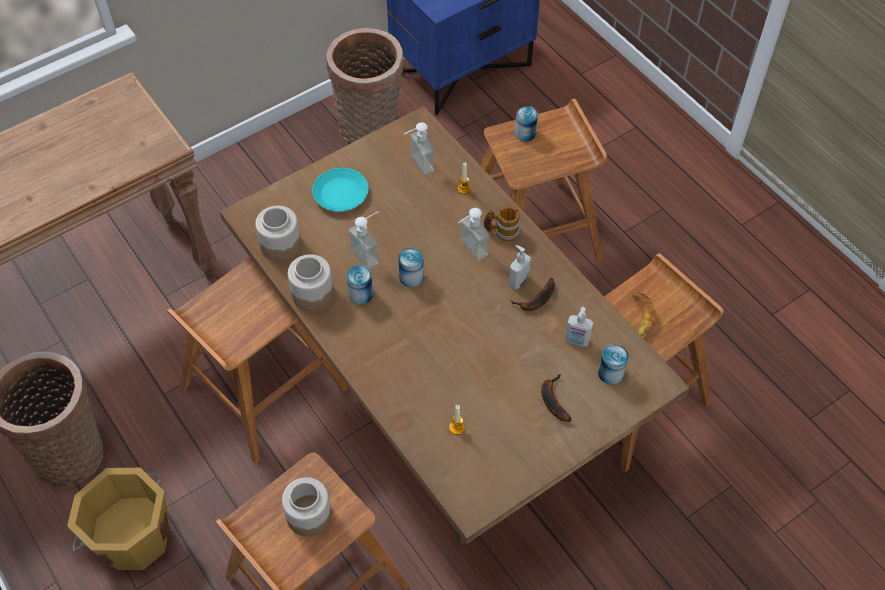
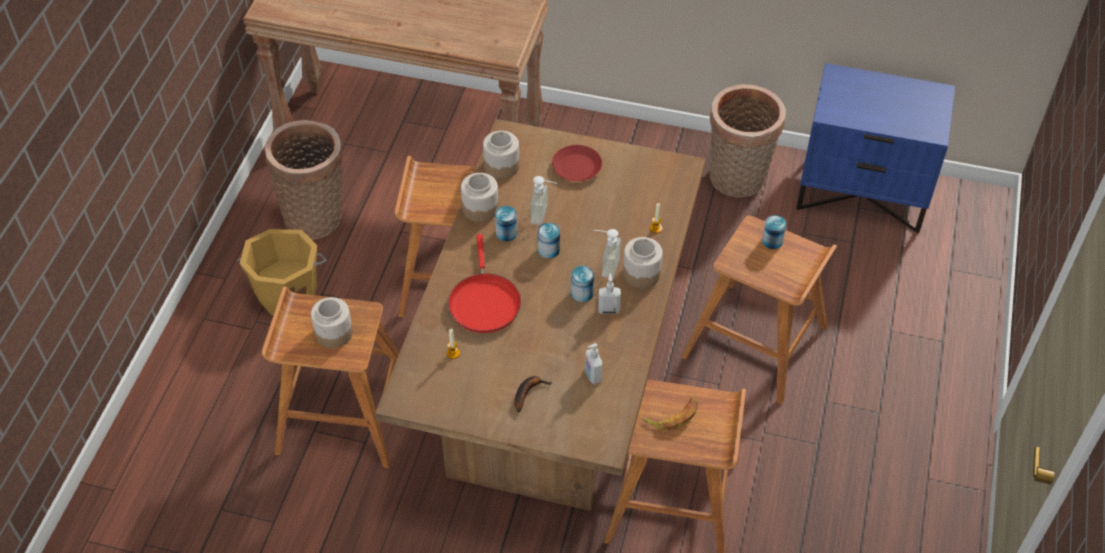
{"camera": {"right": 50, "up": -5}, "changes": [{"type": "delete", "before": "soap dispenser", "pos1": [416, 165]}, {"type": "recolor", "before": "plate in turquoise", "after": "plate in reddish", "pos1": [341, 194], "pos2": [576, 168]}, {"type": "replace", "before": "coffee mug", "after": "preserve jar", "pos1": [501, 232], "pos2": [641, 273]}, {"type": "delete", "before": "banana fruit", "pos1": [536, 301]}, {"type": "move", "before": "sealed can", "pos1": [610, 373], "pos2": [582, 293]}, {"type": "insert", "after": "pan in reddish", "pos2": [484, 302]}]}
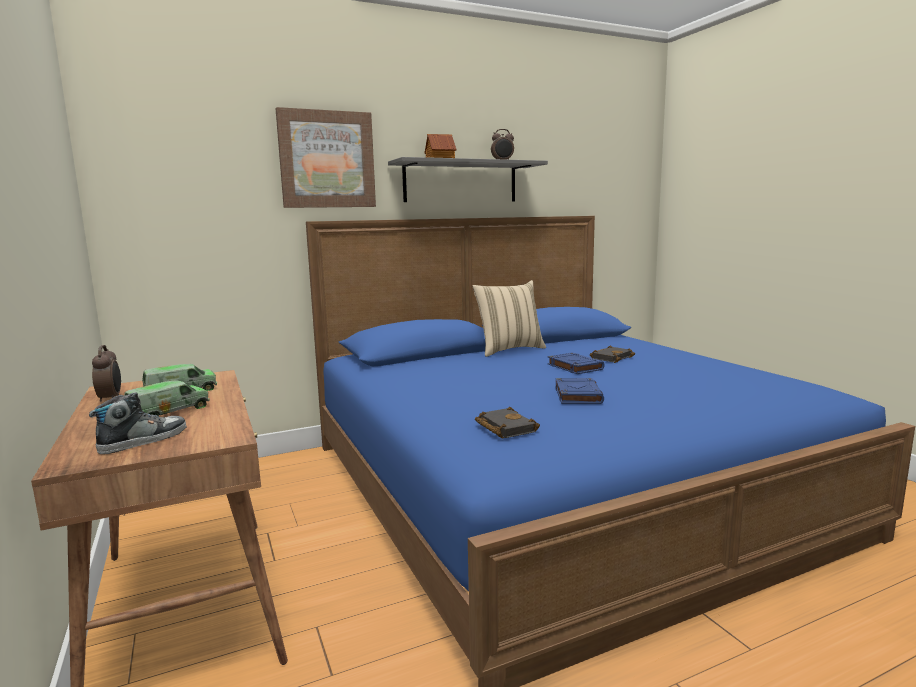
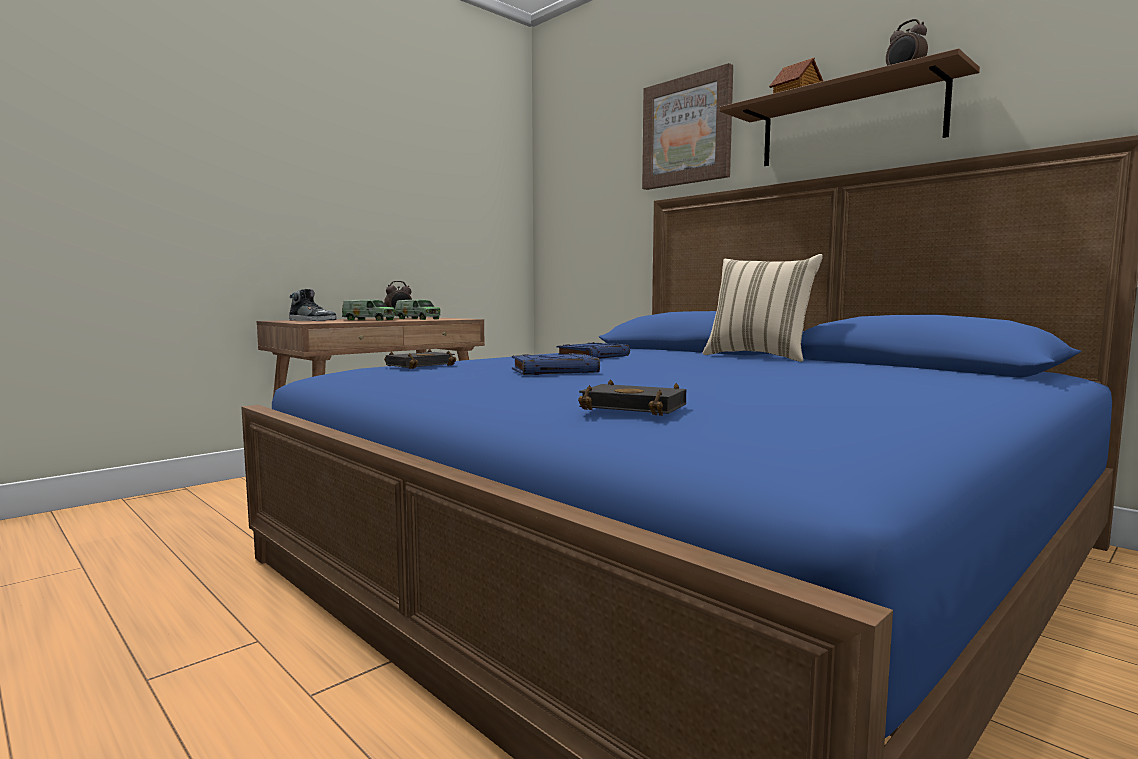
{"camera": {"right": 70, "up": -5}, "changes": [{"type": "recolor", "before": "bracket shelf in gray", "after": "bracket shelf in brown-coloured", "pos1": [461, 182], "pos2": [849, 124]}, {"type": "move", "before": "volume in black", "pos1": [611, 357], "pos2": [637, 407]}, {"type": "move", "before": "volume in blue-coloured", "pos1": [574, 367], "pos2": [593, 356]}]}
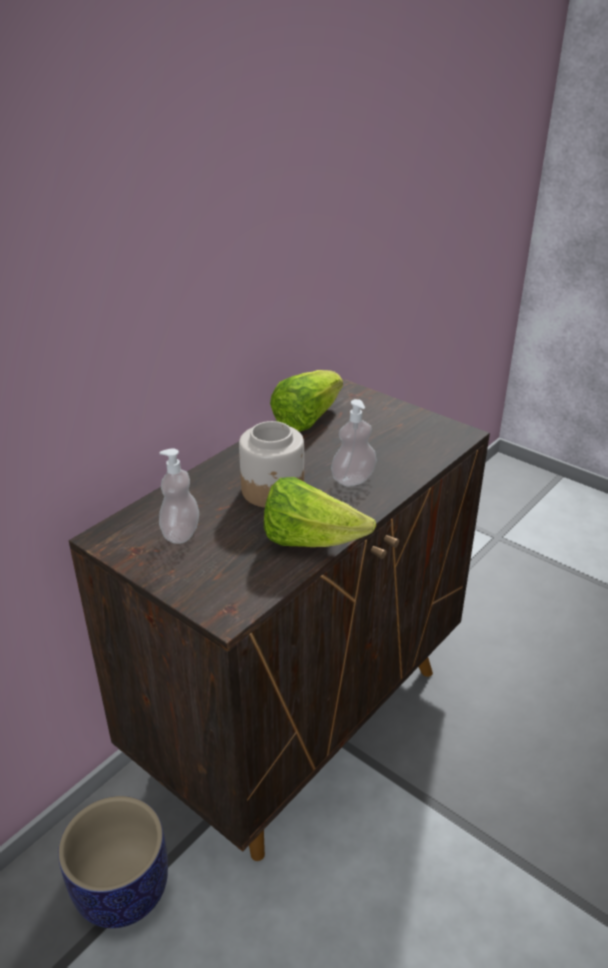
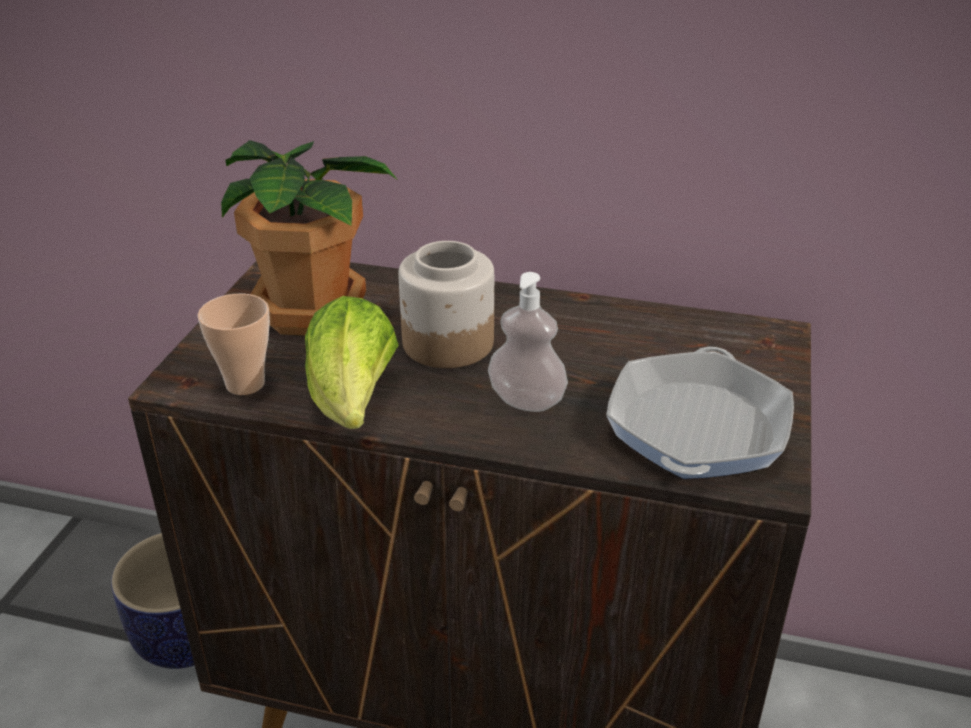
{"camera": {"right": 65, "up": 0}, "changes": [{"type": "delete", "before": "lettuce head", "pos1": [306, 419]}, {"type": "replace", "before": "soap dispenser", "after": "potted plant", "pos1": [181, 533], "pos2": [313, 308]}, {"type": "insert", "after": "cup", "pos2": [245, 384]}, {"type": "insert", "after": "pan", "pos2": [697, 427]}]}
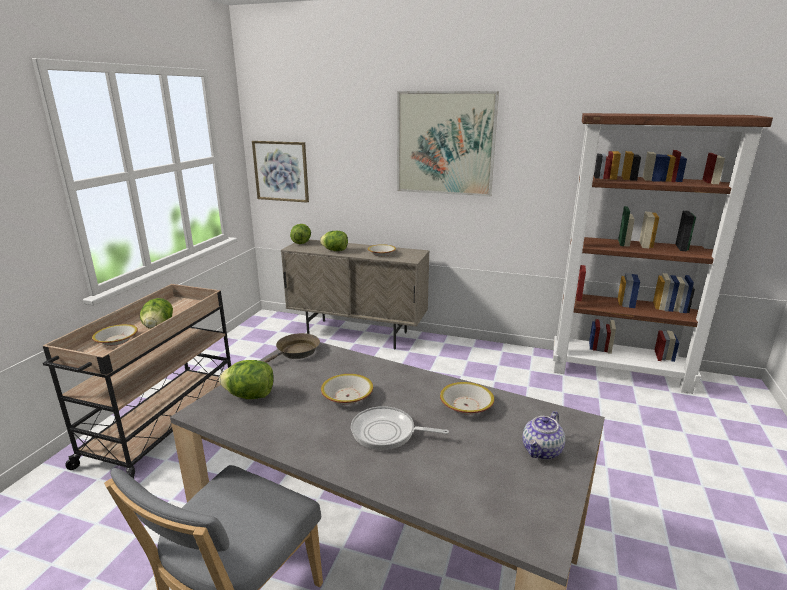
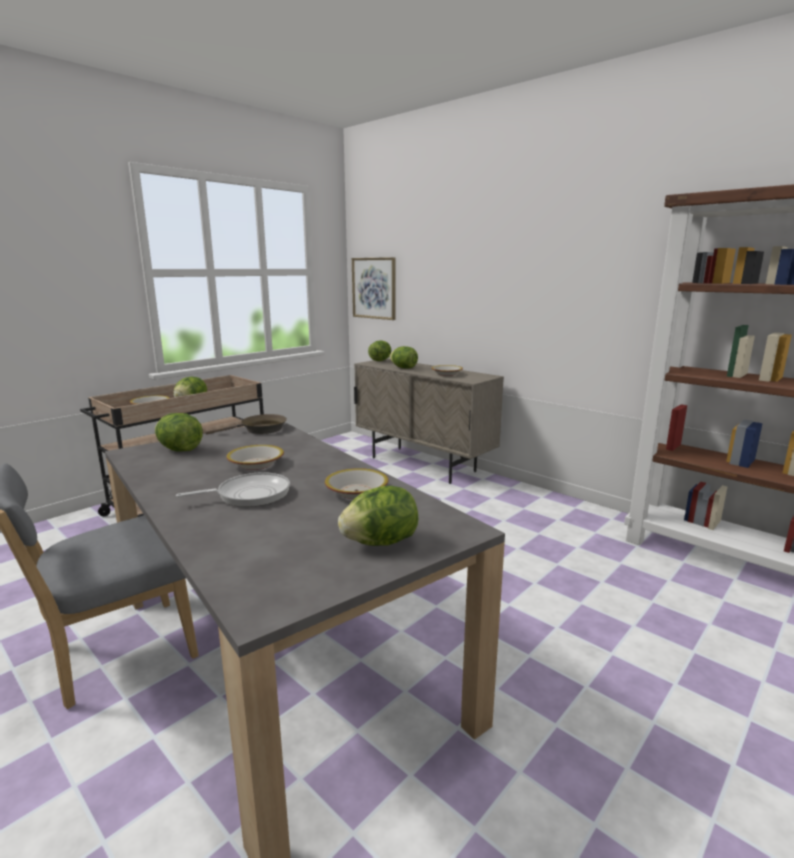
{"camera": {"right": 25, "up": -5}, "changes": [{"type": "delete", "before": "wall art", "pos1": [445, 143]}, {"type": "rotate", "before": "pan", "pos1": [387, 433], "pos2": [249, 495], "turn": 120}, {"type": "replace", "before": "pot for tea", "after": "lettuce head", "pos1": [542, 451], "pos2": [380, 542]}]}
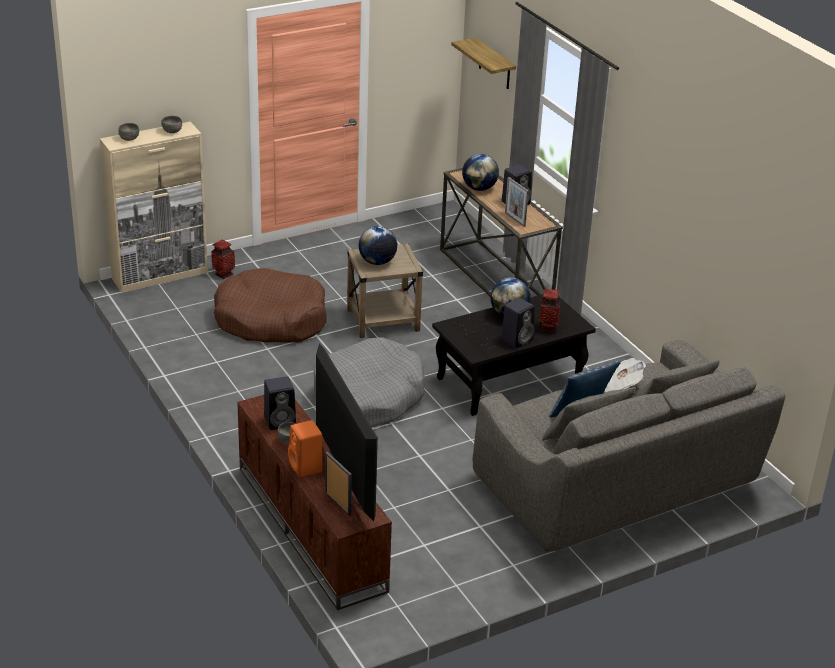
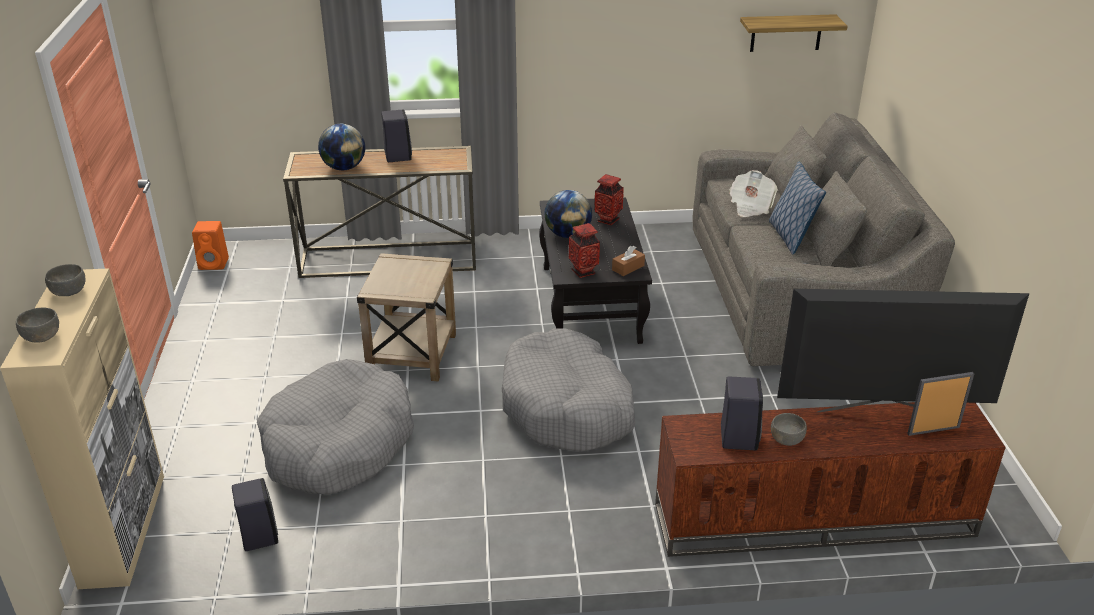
{"camera": {"right": -65, "up": 0}, "changes": [{"type": "move", "before": "bracket shelf", "pos1": [494, 64], "pos2": [786, 33]}, {"type": "delete", "before": "picture frame", "pos1": [515, 219]}, {"type": "delete", "before": "desk globe", "pos1": [377, 262]}, {"type": "move", "before": "decorative vase", "pos1": [223, 274], "pos2": [583, 272]}, {"type": "recolor", "before": "pet bed in brown-coloured", "after": "pet bed in gray", "pos1": [271, 320], "pos2": [338, 444]}, {"type": "move", "before": "audio speaker in black", "pos1": [517, 339], "pos2": [258, 535]}, {"type": "move", "before": "audio speaker in orange", "pos1": [306, 467], "pos2": [215, 263]}, {"type": "insert", "after": "tissue holder in brown-coloured", "pos2": [628, 268]}]}
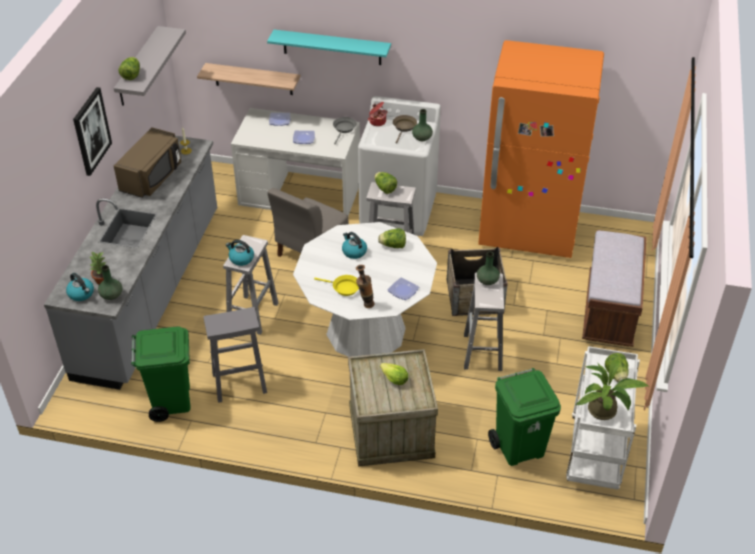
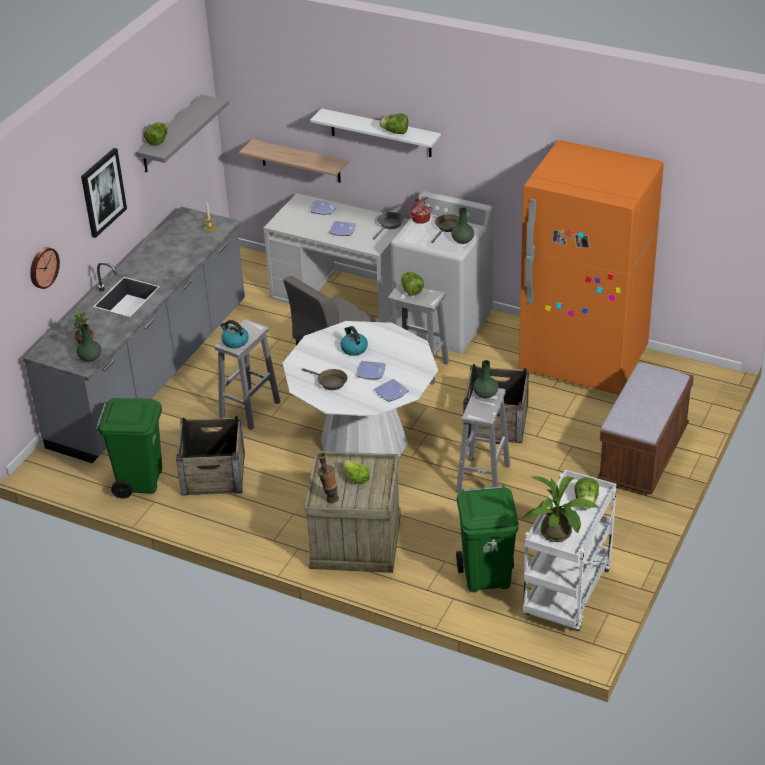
{"camera": {"right": 15, "up": -5}, "changes": [{"type": "recolor", "before": "bracket shelf in turquoise", "after": "bracket shelf in white", "pos1": [332, 47], "pos2": [380, 133]}, {"type": "delete", "before": "microwave in brown-coloured", "pos1": [152, 177]}, {"type": "move", "before": "lettuce head", "pos1": [393, 246], "pos2": [395, 132]}, {"type": "move", "before": "decorative vase", "pos1": [365, 304], "pos2": [329, 498]}, {"type": "delete", "before": "water kettle", "pos1": [81, 294]}, {"type": "recolor", "before": "pan in yellow", "after": "pan in brown-coloured", "pos1": [344, 288], "pos2": [330, 382]}, {"type": "replace", "before": "sitting stool in gray", "after": "crate", "pos1": [238, 383], "pos2": [213, 474]}, {"type": "insert", "after": "clock on the wall", "pos2": [42, 267]}, {"type": "insert", "after": "plate", "pos2": [370, 371]}]}
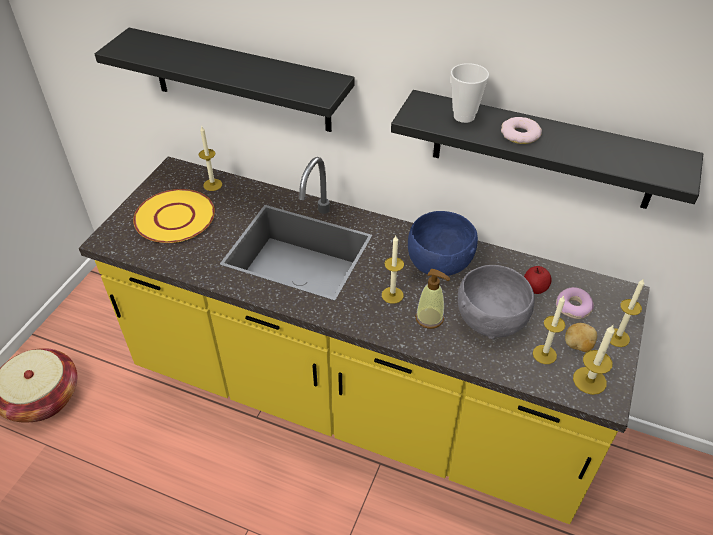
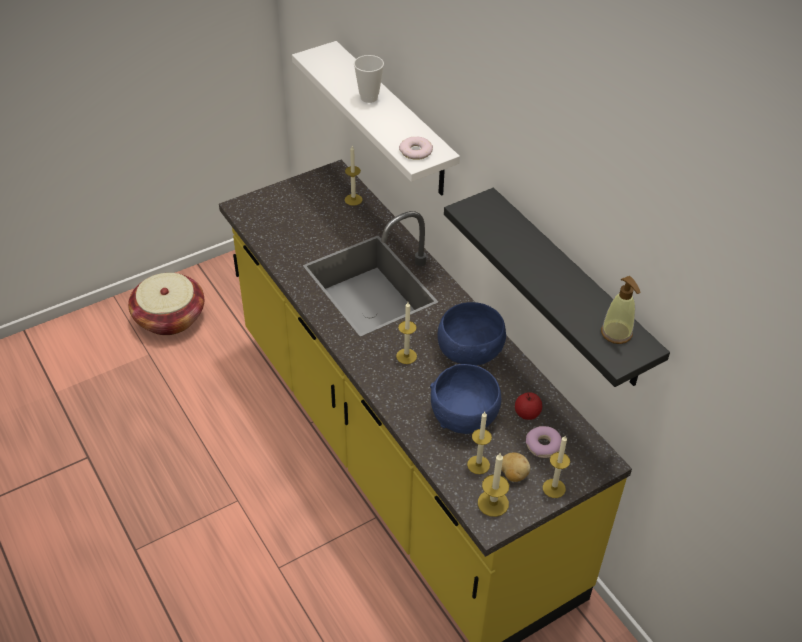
{"camera": {"right": 35, "up": 0}, "changes": [{"type": "recolor", "before": "bracket shelf in black", "after": "bracket shelf in white", "pos1": [240, 81], "pos2": [393, 120]}, {"type": "move", "before": "cup", "pos1": [464, 116], "pos2": [369, 97]}, {"type": "move", "before": "doughnut", "pos1": [520, 134], "pos2": [415, 151]}, {"type": "delete", "before": "plate in yellow", "pos1": [175, 217]}, {"type": "recolor", "before": "deep dish in gray", "after": "deep dish in blue-coloured", "pos1": [490, 319], "pos2": [464, 415]}, {"type": "move", "before": "soap dispenser", "pos1": [429, 318], "pos2": [616, 333]}]}
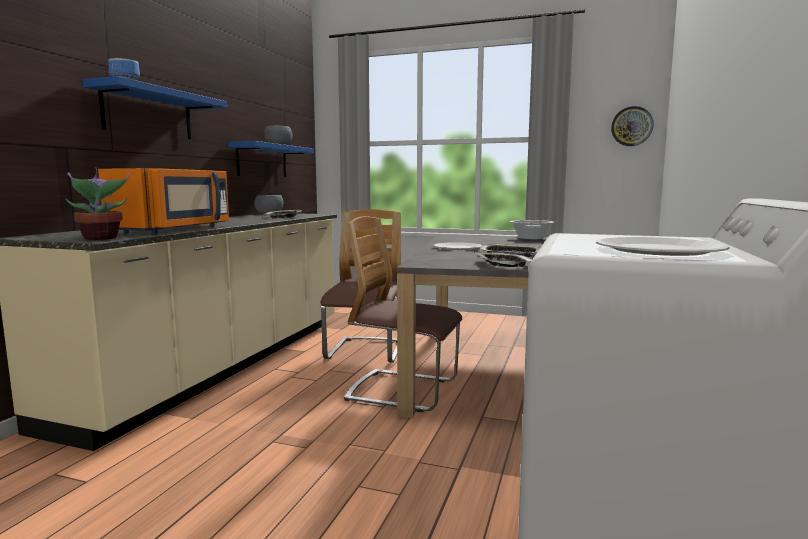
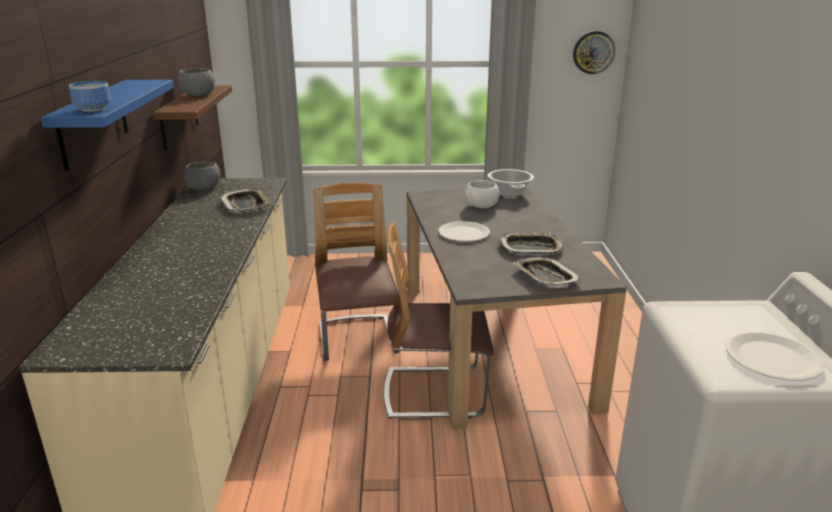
{"camera": {"right": -20, "up": 15}, "changes": [{"type": "recolor", "before": "bracket shelf in blue-coloured", "after": "bracket shelf in brown-coloured", "pos1": [262, 161], "pos2": [179, 117]}, {"type": "delete", "before": "potted plant", "pos1": [100, 238]}, {"type": "delete", "before": "microwave in orange", "pos1": [175, 230]}, {"type": "insert", "after": "deep dish in white", "pos2": [481, 206]}]}
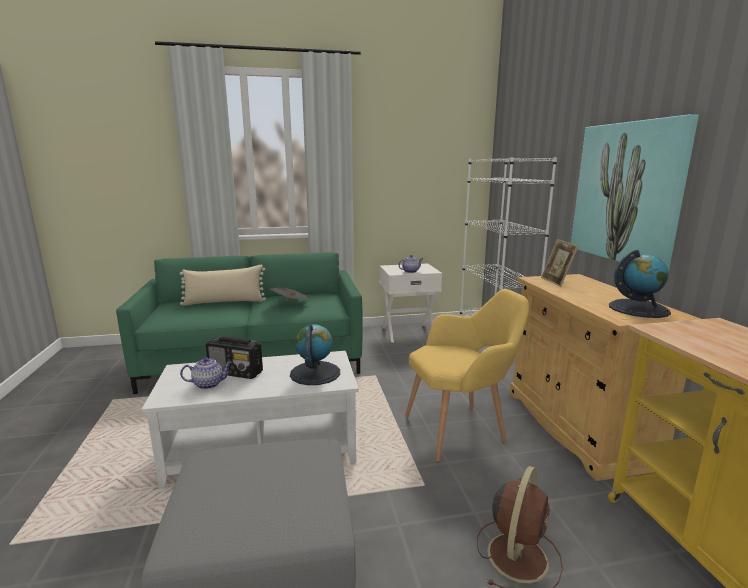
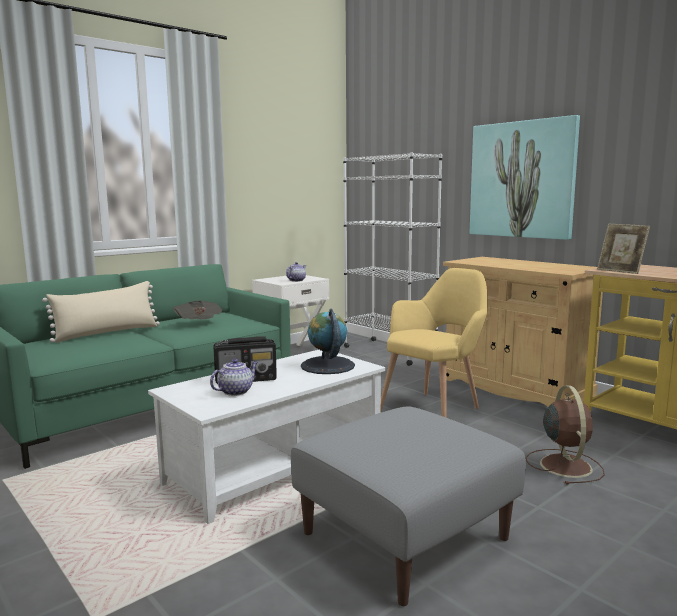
{"camera": {"right": -30, "up": -5}, "changes": [{"type": "move", "before": "picture frame", "pos1": [556, 282], "pos2": [620, 271]}, {"type": "delete", "before": "desk globe", "pos1": [638, 308]}]}
